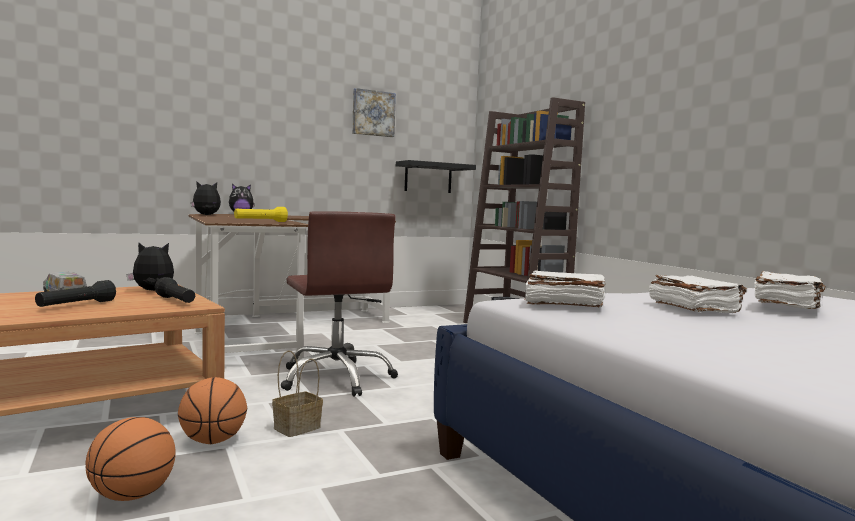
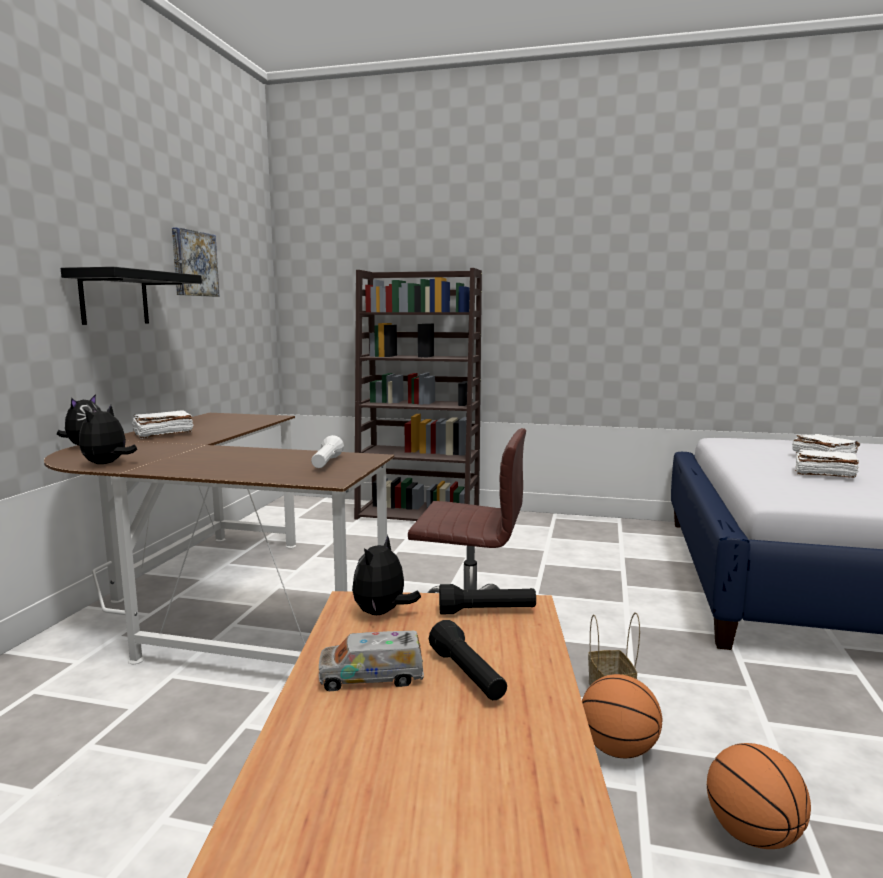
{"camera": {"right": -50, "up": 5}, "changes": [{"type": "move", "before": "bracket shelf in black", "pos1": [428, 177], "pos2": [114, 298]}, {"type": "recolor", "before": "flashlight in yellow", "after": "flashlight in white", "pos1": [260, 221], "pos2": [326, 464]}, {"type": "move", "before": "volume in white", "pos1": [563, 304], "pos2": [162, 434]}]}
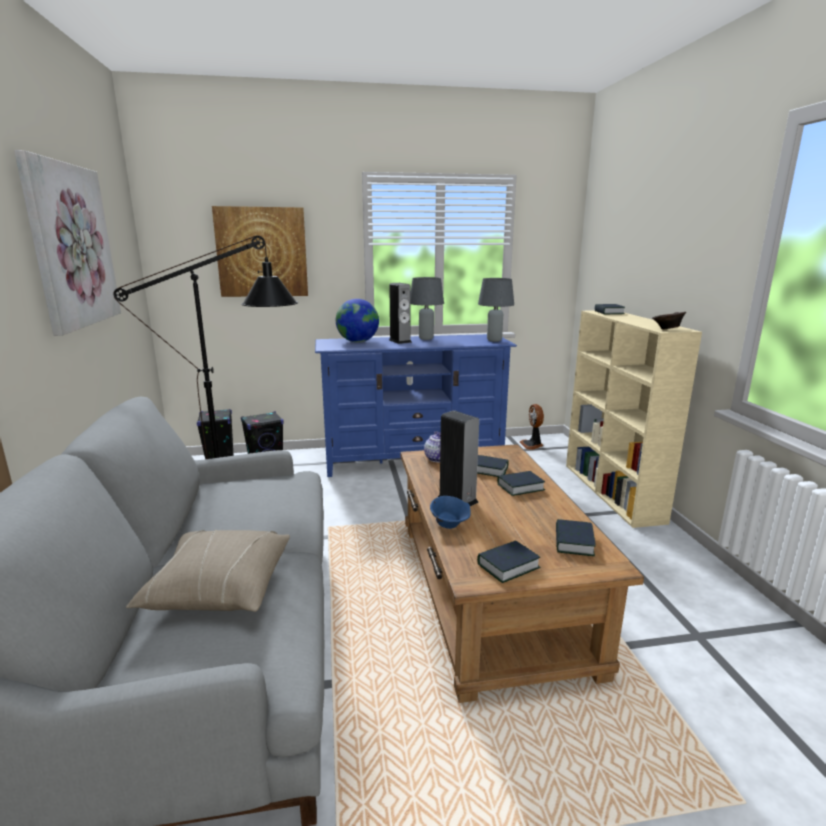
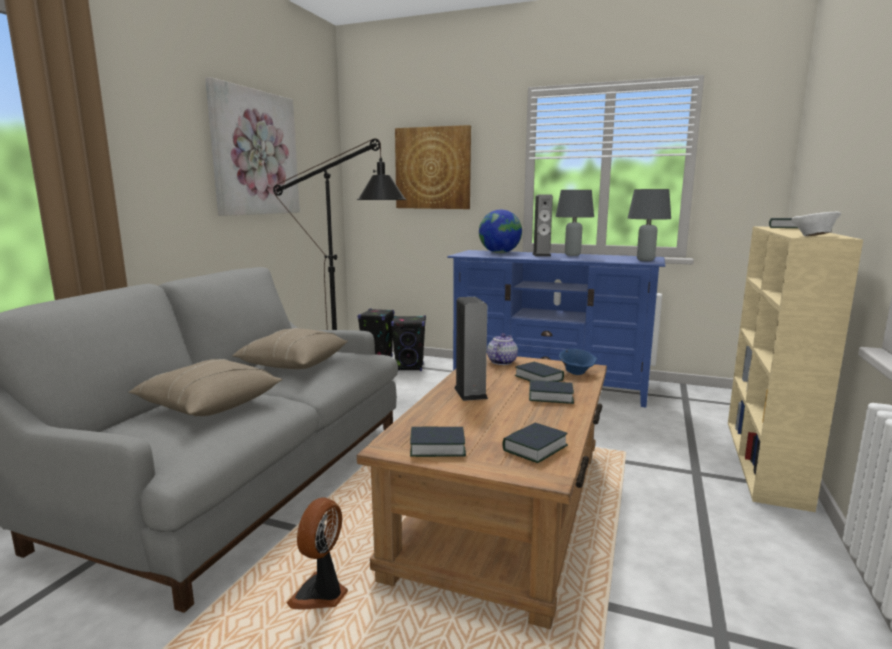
{"camera": {"right": 30, "up": -5}, "changes": [{"type": "recolor", "before": "deep dish in brown-coloured", "after": "deep dish in white", "pos1": [667, 329], "pos2": [812, 236]}, {"type": "move", "before": "cooling fan", "pos1": [532, 445], "pos2": [321, 594]}, {"type": "move", "before": "deep dish in blue-coloured", "pos1": [450, 525], "pos2": [577, 373]}, {"type": "insert", "after": "cushion in sand-coloured", "pos2": [293, 363]}]}
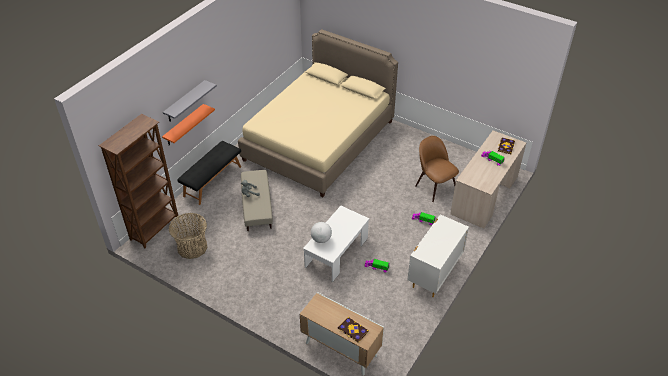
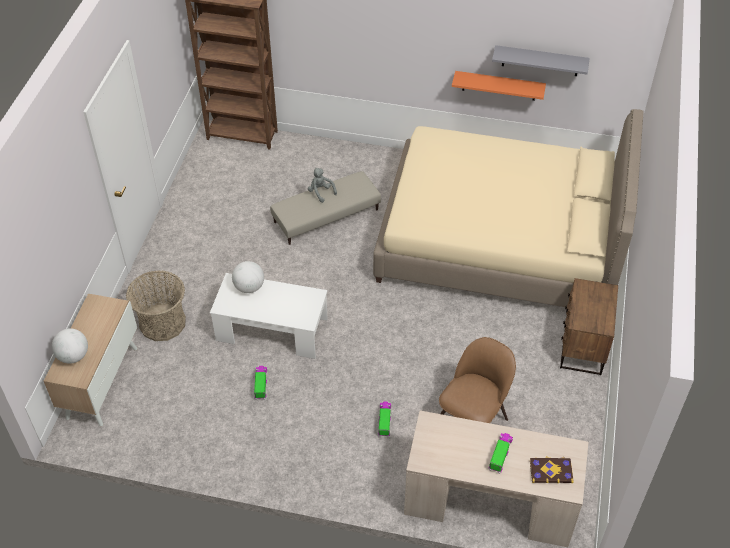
{"camera": {"right": 70, "up": 5}, "changes": [{"type": "move", "before": "bracket shelf in gray", "pos1": [185, 101], "pos2": [540, 61]}, {"type": "move", "before": "bracket shelf in orange", "pos1": [184, 125], "pos2": [499, 86]}, {"type": "delete", "before": "bench in black", "pos1": [212, 181]}, {"type": "move", "before": "basket", "pos1": [192, 247], "pos2": [162, 322]}, {"type": "delete", "before": "chest of drawers in white", "pos1": [434, 274]}, {"type": "replace", "before": "volume", "after": "desk globe", "pos1": [352, 330], "pos2": [73, 356]}, {"type": "insert", "after": "night table in brown-coloured", "pos2": [582, 346]}]}
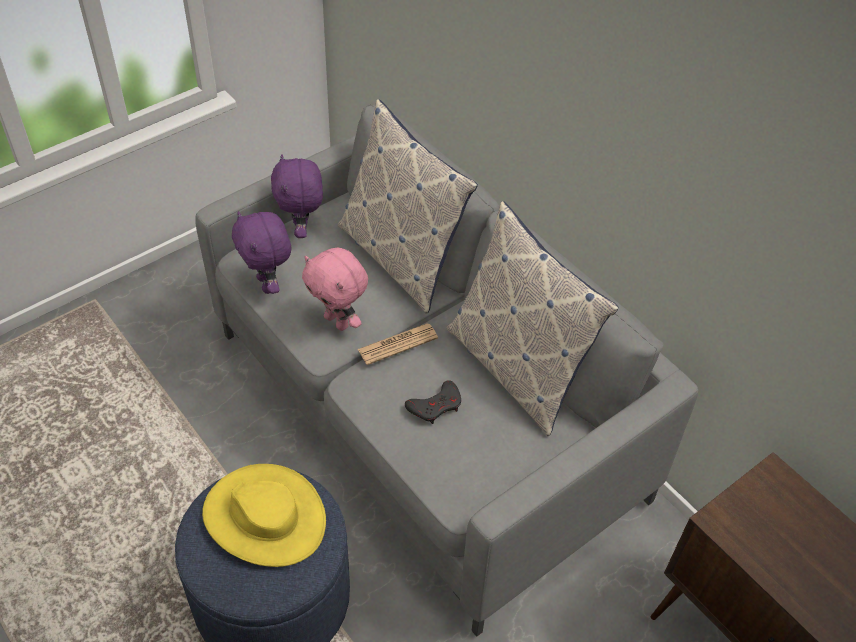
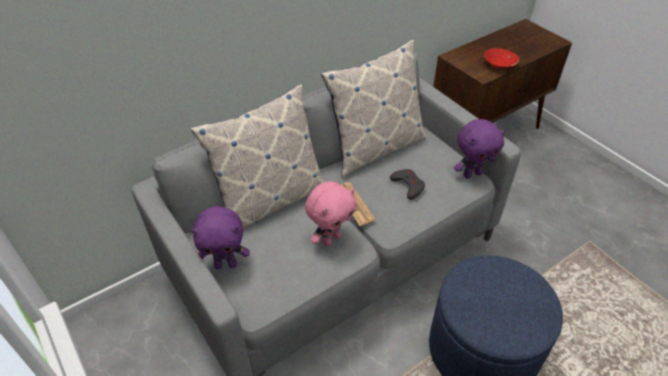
{"camera": {"right": -85, "up": -5}, "changes": [{"type": "move", "before": "cuddly toy in purple-coloured", "pos1": [268, 284], "pos2": [472, 174]}, {"type": "delete", "before": "clothing hat in yellow", "pos1": [265, 517]}, {"type": "insert", "after": "deep dish in reddish", "pos2": [499, 65]}]}
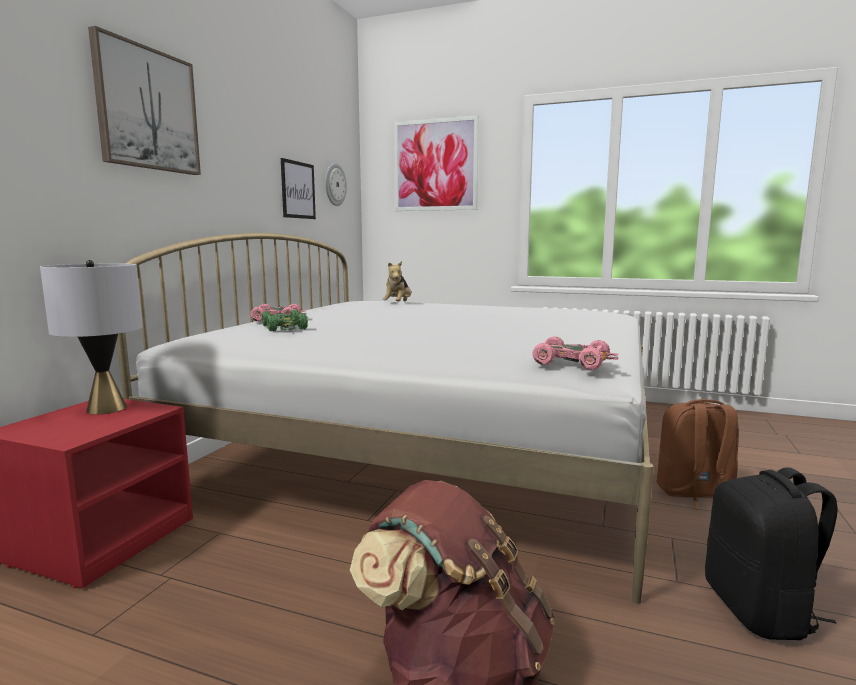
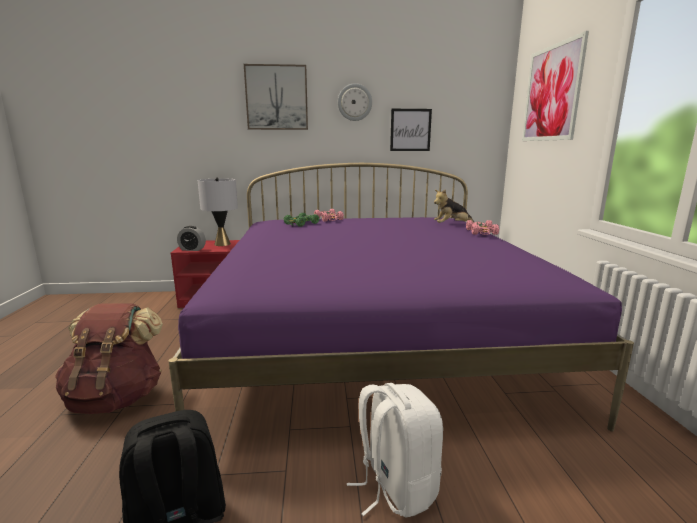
{"camera": {"right": 65, "up": 5}, "changes": [{"type": "move", "before": "clock on the wall", "pos1": [334, 184], "pos2": [354, 102]}, {"type": "recolor", "before": "bedroom bed in white", "after": "bedroom bed in purple-coloured", "pos1": [431, 447], "pos2": [374, 336]}, {"type": "move", "before": "model car in pinkish", "pos1": [572, 363], "pos2": [482, 232]}, {"type": "recolor", "before": "knapsack in brown-coloured", "after": "knapsack in white", "pos1": [694, 493], "pos2": [395, 487]}, {"type": "insert", "after": "table clock", "pos2": [192, 249]}]}
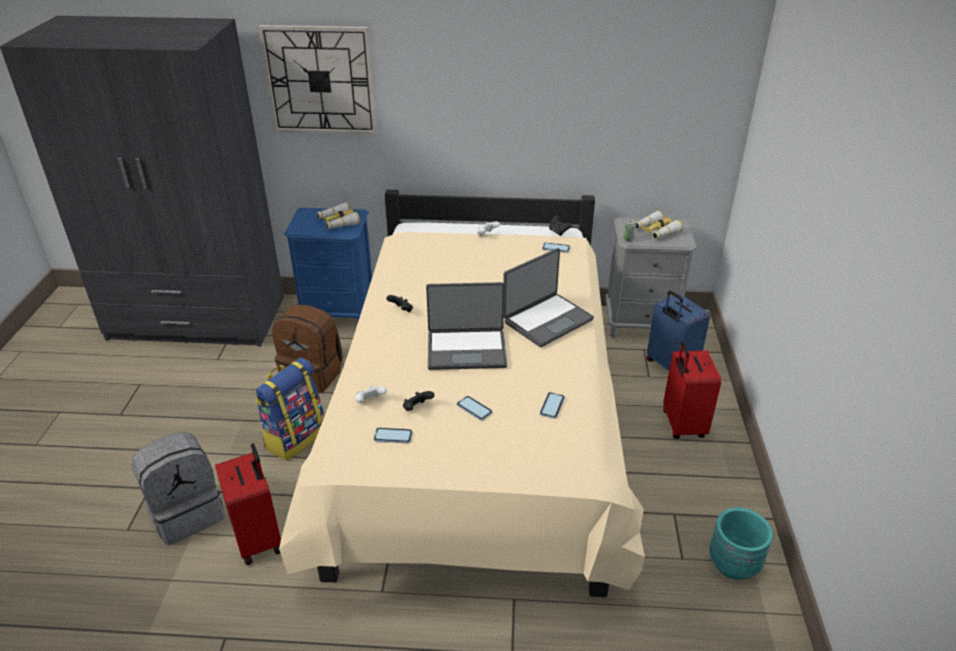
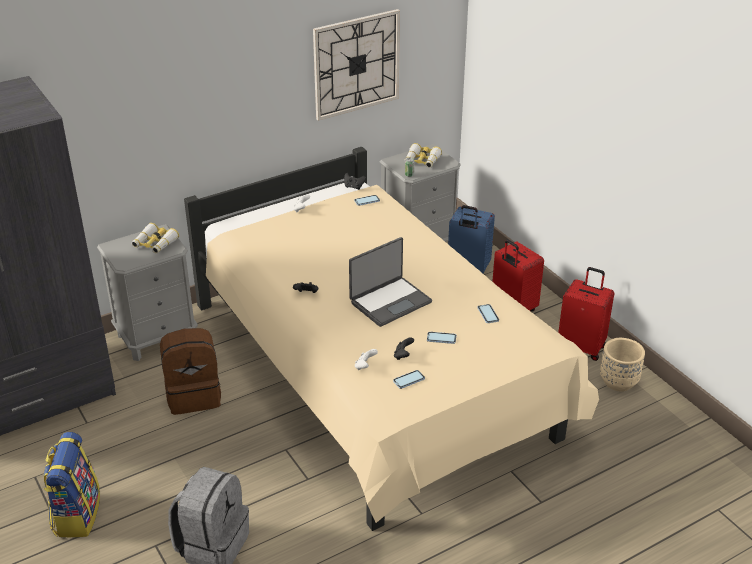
{"camera": {"right": -35, "up": 0}, "changes": [{"type": "move", "before": "clock on the wall", "pos1": [320, 80], "pos2": [356, 64]}, {"type": "recolor", "before": "night table in blue-coloured", "after": "night table in gray", "pos1": [339, 313], "pos2": [157, 337]}, {"type": "delete", "before": "laptop", "pos1": [547, 320]}, {"type": "move", "before": "knapsack", "pos1": [295, 437], "pos2": [76, 514]}, {"type": "move", "before": "suitcase in reddish", "pos1": [259, 539], "pos2": [582, 347]}, {"type": "recolor", "before": "plant pot in turquoise", "after": "plant pot in sand-coloured", "pos1": [733, 564], "pos2": [618, 382]}]}
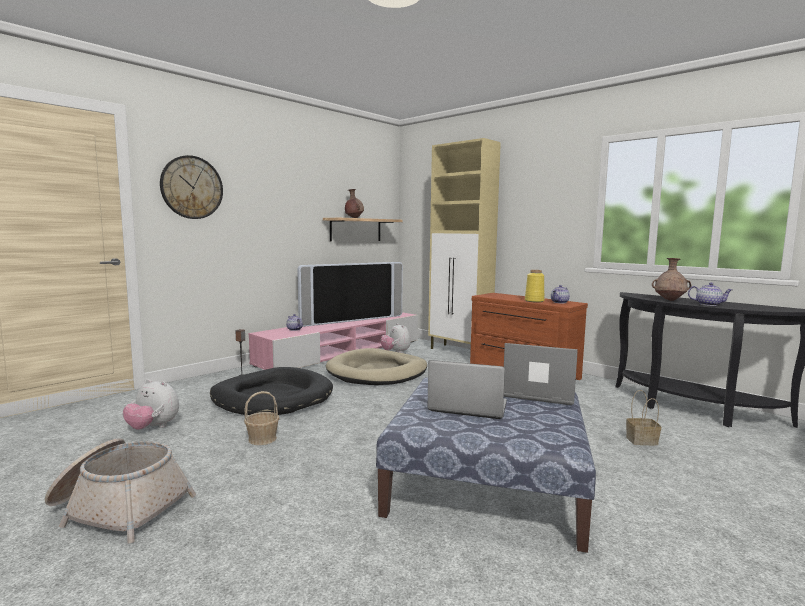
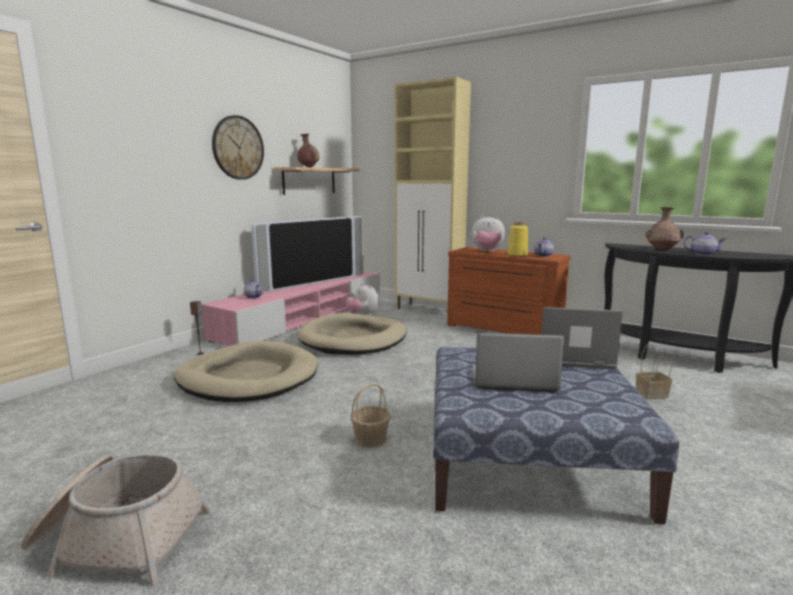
{"camera": {"right": -10, "up": 5}, "changes": [{"type": "move", "before": "clock on the wall", "pos1": [192, 187], "pos2": [238, 148]}, {"type": "recolor", "before": "pet bed in black", "after": "pet bed in sand-coloured", "pos1": [272, 397], "pos2": [248, 378]}, {"type": "move", "before": "cuddly toy", "pos1": [153, 428], "pos2": [487, 251]}, {"type": "move", "before": "basket", "pos1": [262, 439], "pos2": [371, 439]}]}
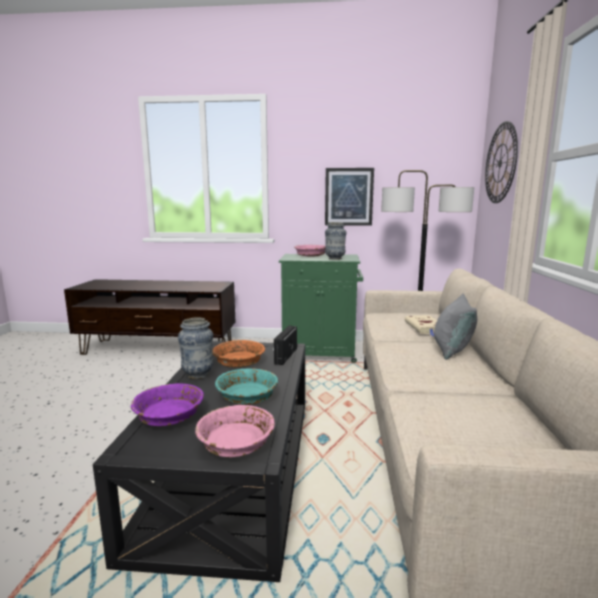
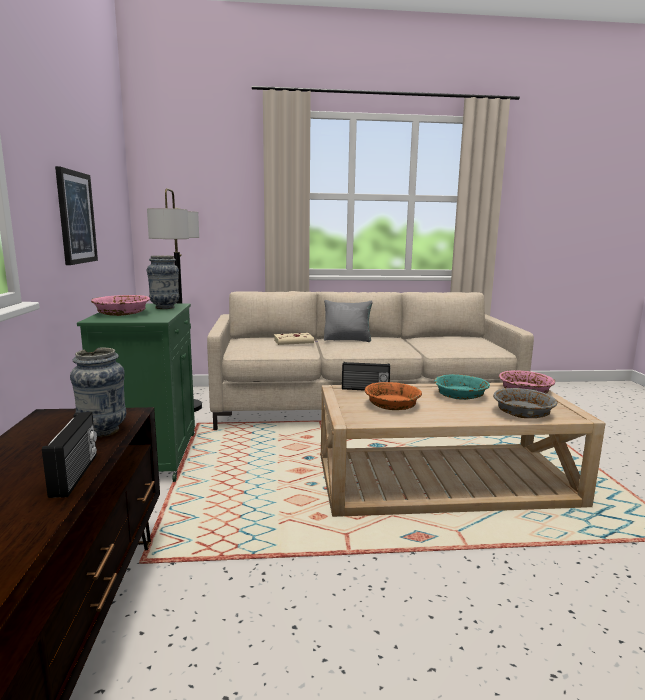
{"camera": {"right": -100, "up": 0}, "changes": [{"type": "delete", "before": "clock on the wall", "pos1": [500, 163]}, {"type": "move", "before": "decorative vase", "pos1": [198, 375], "pos2": [103, 431]}, {"type": "recolor", "before": "coffee table in black", "after": "coffee table in sand-coloured", "pos1": [235, 466], "pos2": [443, 479]}, {"type": "recolor", "before": "deep dish in purple-coloured", "after": "deep dish in gray", "pos1": [169, 415], "pos2": [523, 413]}, {"type": "insert", "after": "radio receiver", "pos2": [76, 474]}]}
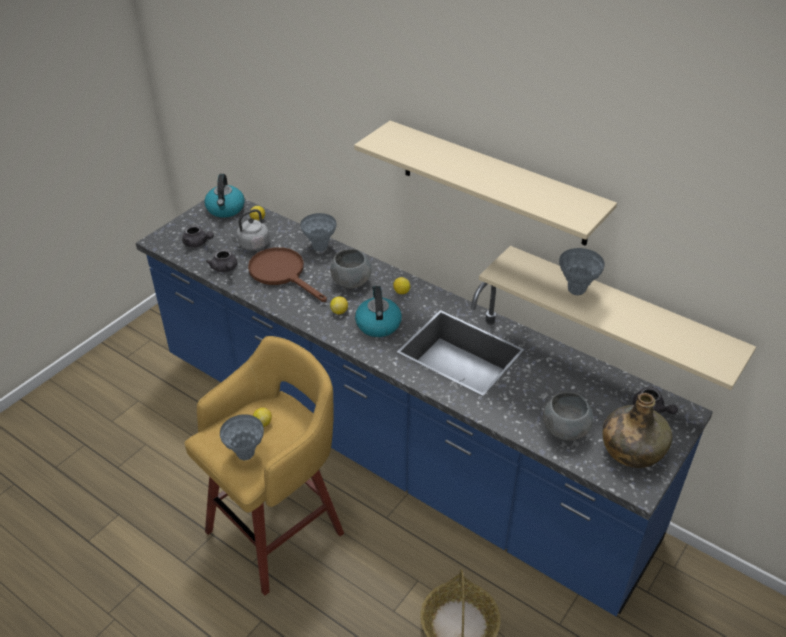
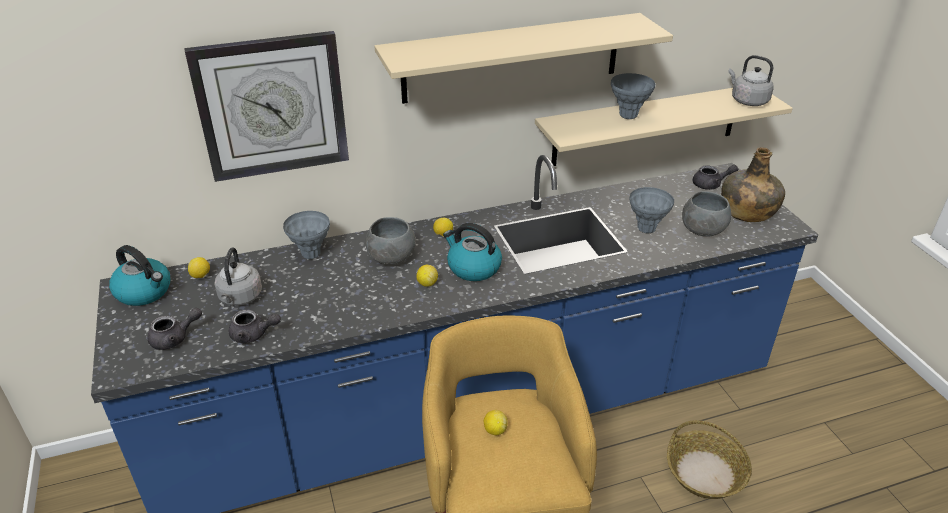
{"camera": {"right": -55, "up": -5}, "changes": [{"type": "delete", "before": "pan in brown-coloured", "pos1": [282, 273]}, {"type": "move", "before": "decorative vase in gray", "pos1": [245, 454], "pos2": [646, 229]}, {"type": "insert", "after": "clock on the wall", "pos2": [272, 106]}, {"type": "insert", "after": "water kettle in gray", "pos2": [747, 101]}]}
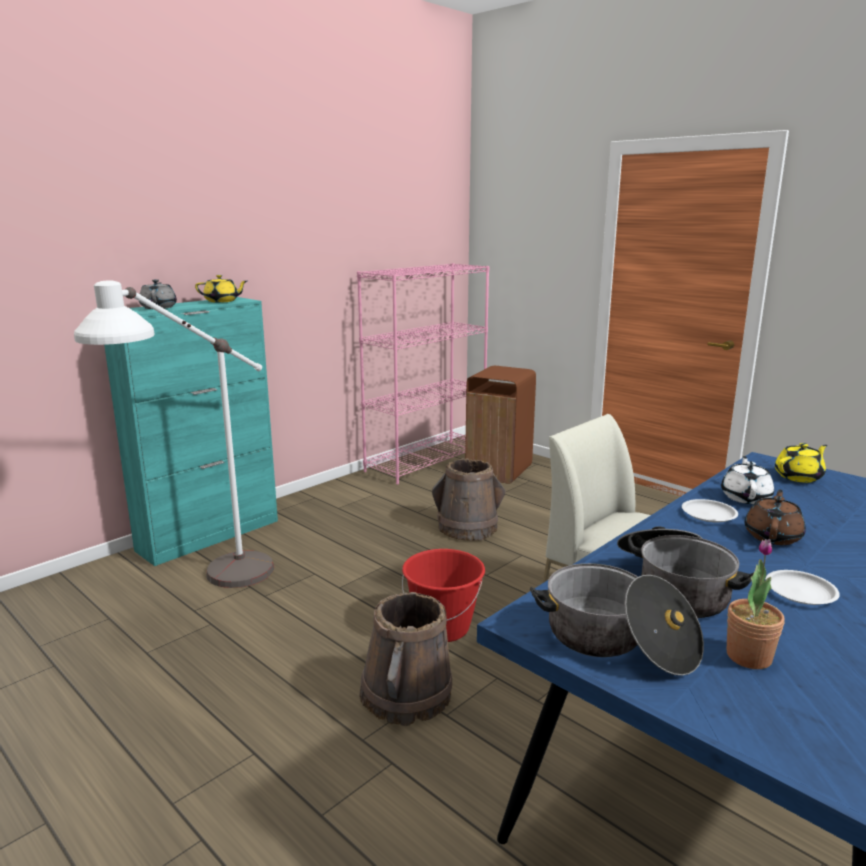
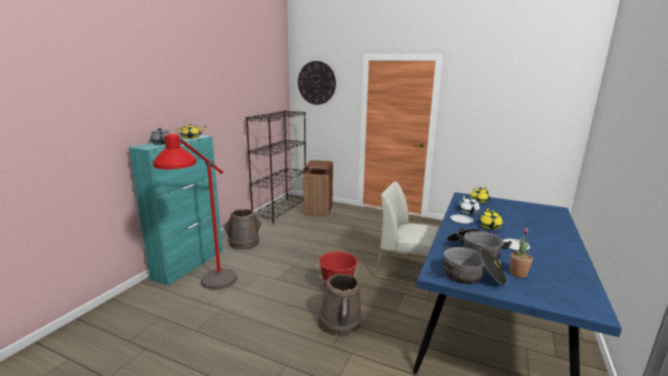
{"camera": {"right": -20, "up": 0}, "changes": [{"type": "recolor", "before": "bookshelf in pinkish", "after": "bookshelf in black", "pos1": [426, 461], "pos2": [280, 210]}, {"type": "recolor", "before": "standard lamp in white", "after": "standard lamp in reddish", "pos1": [209, 593], "pos2": [210, 294]}, {"type": "move", "before": "pail in brown-coloured", "pos1": [468, 528], "pos2": [244, 243]}, {"type": "recolor", "before": "pot for tea in brown-coloured", "after": "pot for tea in yellow", "pos1": [773, 536], "pos2": [489, 226]}, {"type": "insert", "after": "clock on the wall", "pos2": [316, 83]}]}
